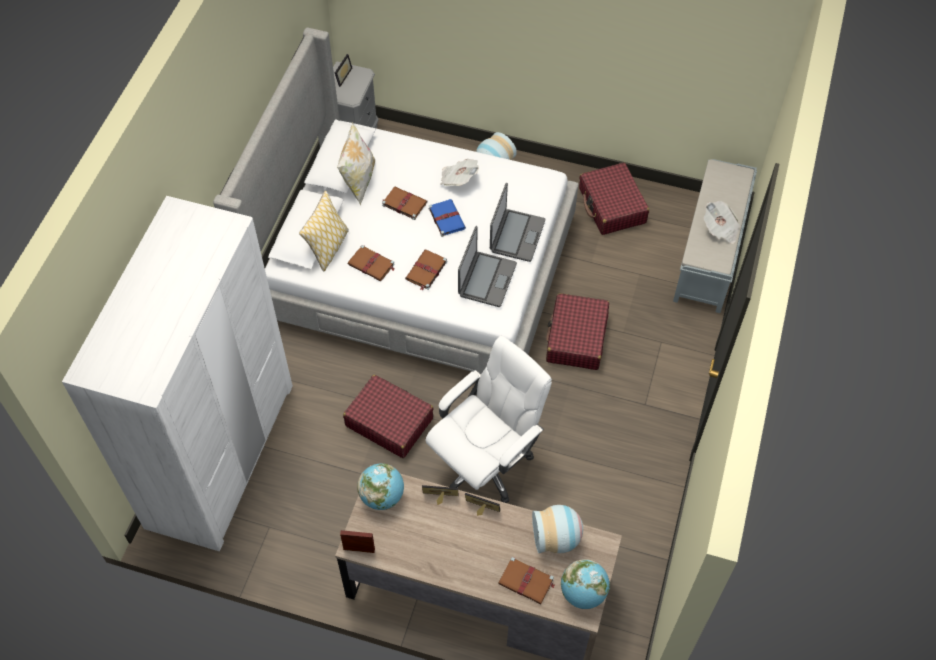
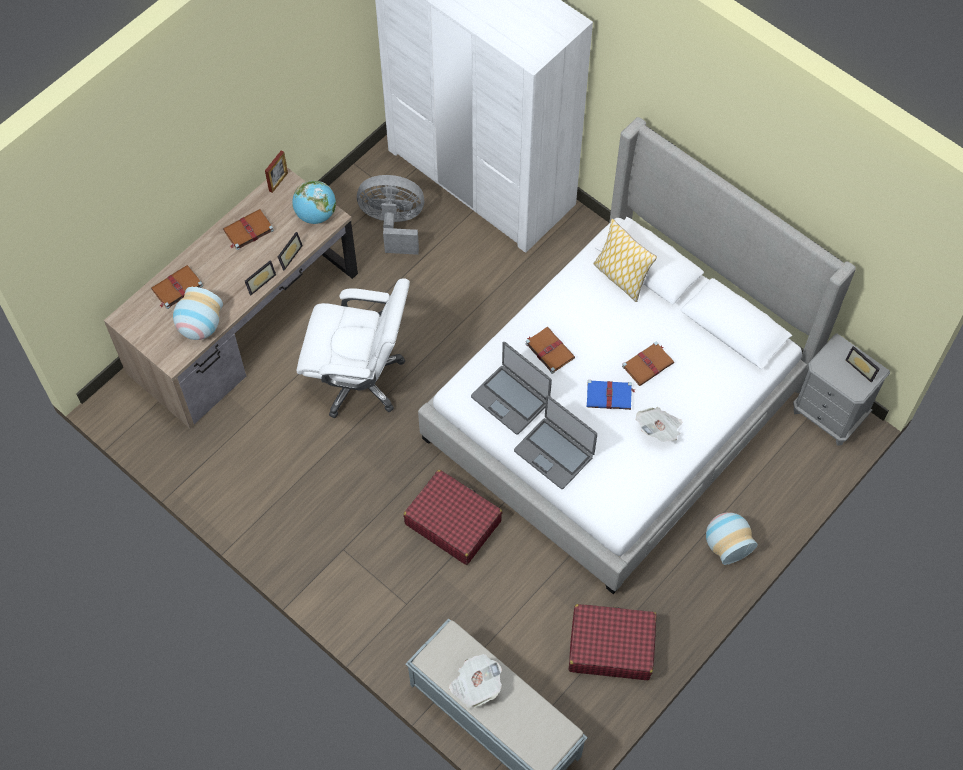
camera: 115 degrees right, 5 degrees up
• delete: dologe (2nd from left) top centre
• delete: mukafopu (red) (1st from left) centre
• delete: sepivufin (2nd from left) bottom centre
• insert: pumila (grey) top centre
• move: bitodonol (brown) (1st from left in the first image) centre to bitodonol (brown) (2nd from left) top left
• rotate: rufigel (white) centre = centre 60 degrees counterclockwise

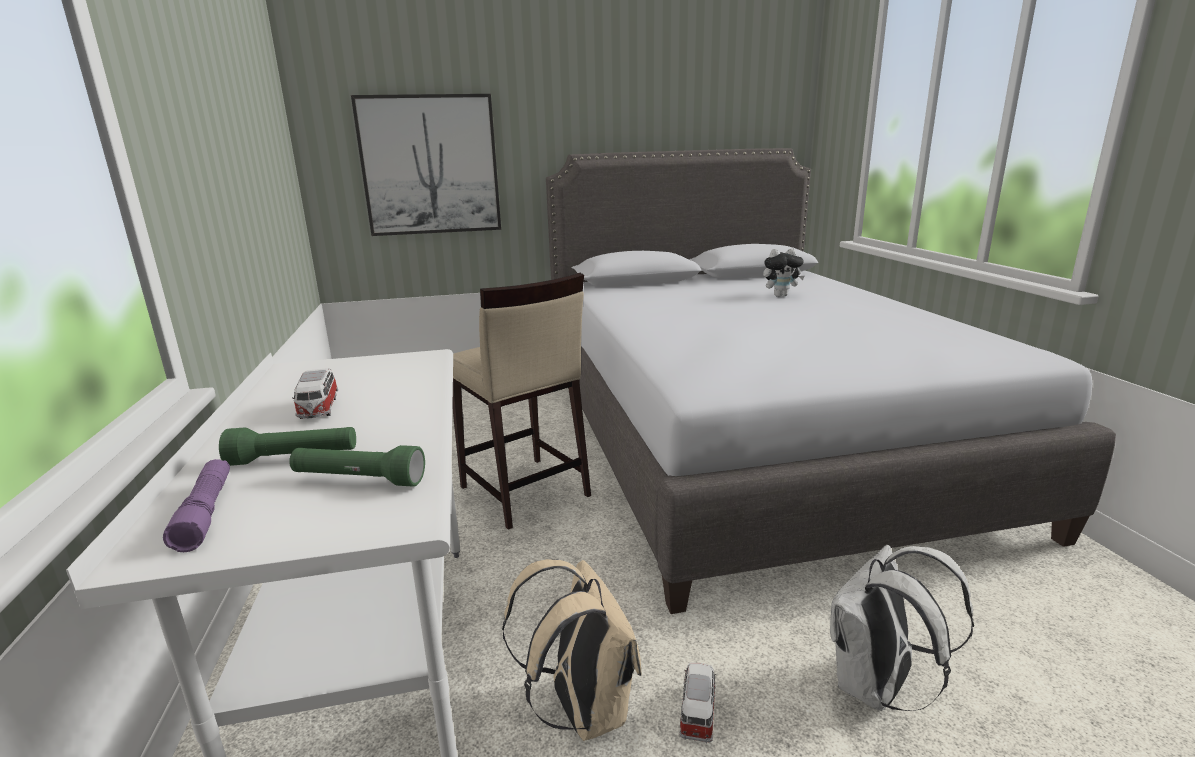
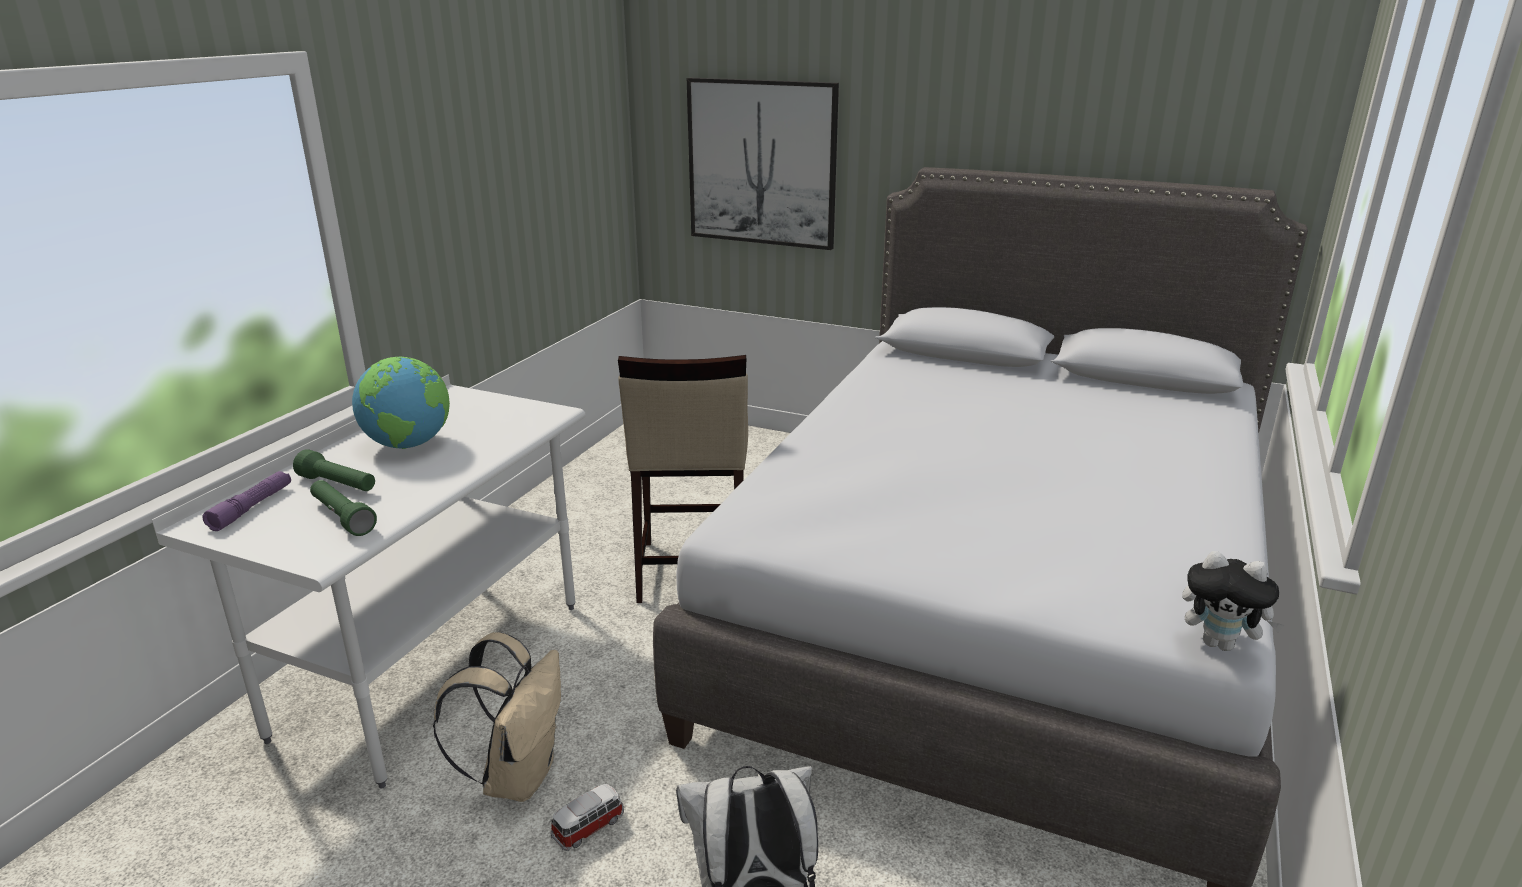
camera: 35 degrees right, 5 degrees up
• move: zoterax centre to bottom right
• replace: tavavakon (1st from left) middle left to sepivufin middle left

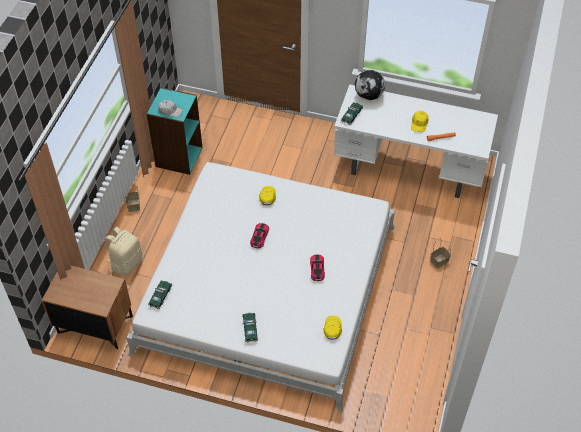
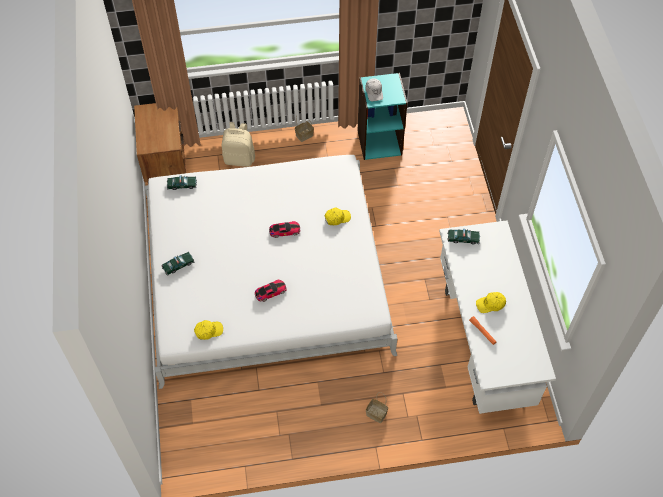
camera: 65 degrees right, 5 degrees up
• delete: sepivufin top centre

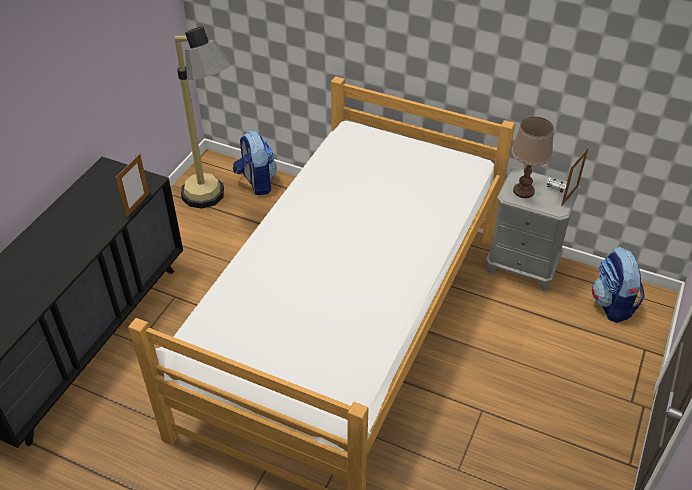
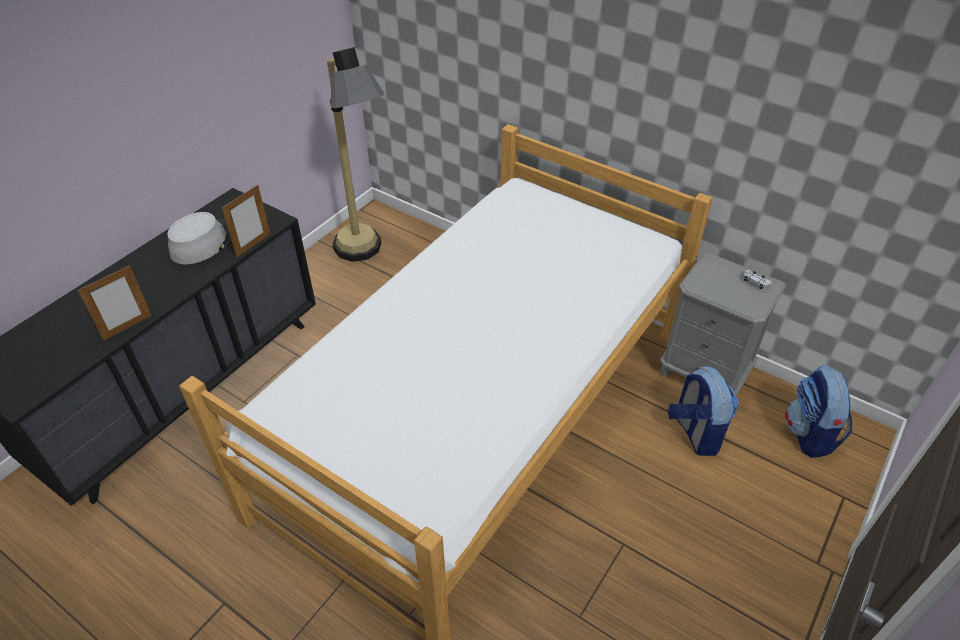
camera: 10 degrees right, 0 degrees up
• delete: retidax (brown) top right
• insert: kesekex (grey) middle left
• move: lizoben (1st from left) top centre to middle right
• move: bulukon (2nd from left in the first image) middle right to bulukon (1st from left) middle left

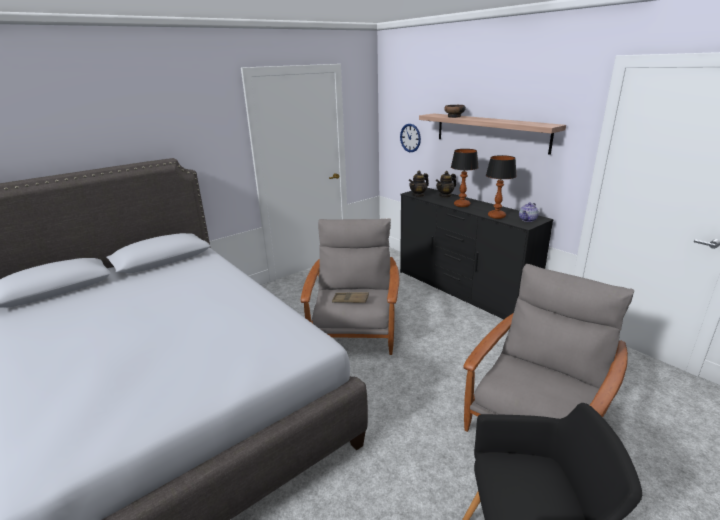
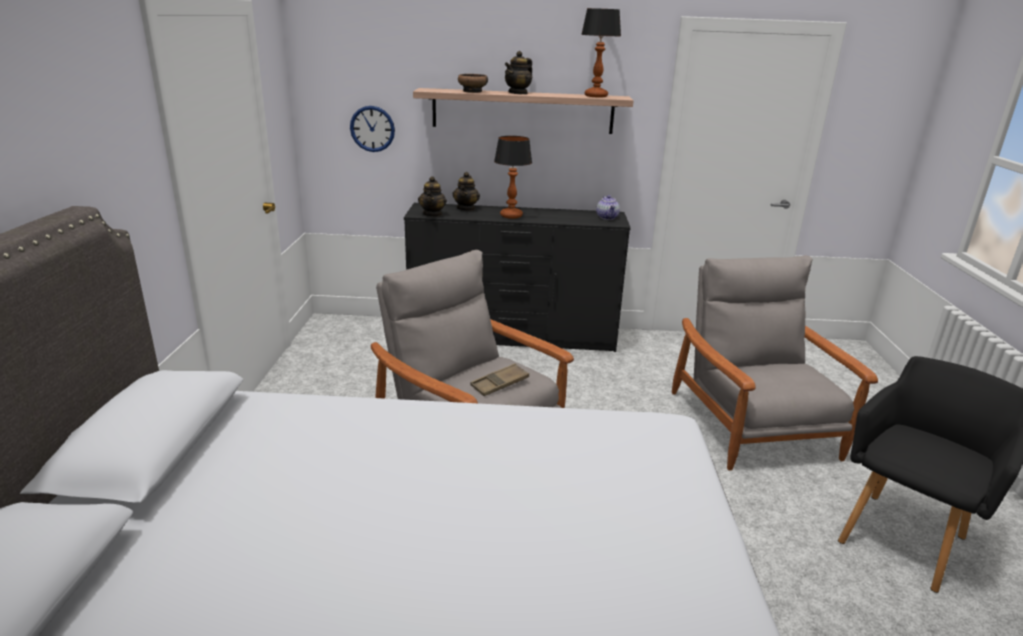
camera: 50 degrees left, 0 degrees up
• insert: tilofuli (3rd from left) top centre
• move: retidax (2nd from left) middle right to top centre

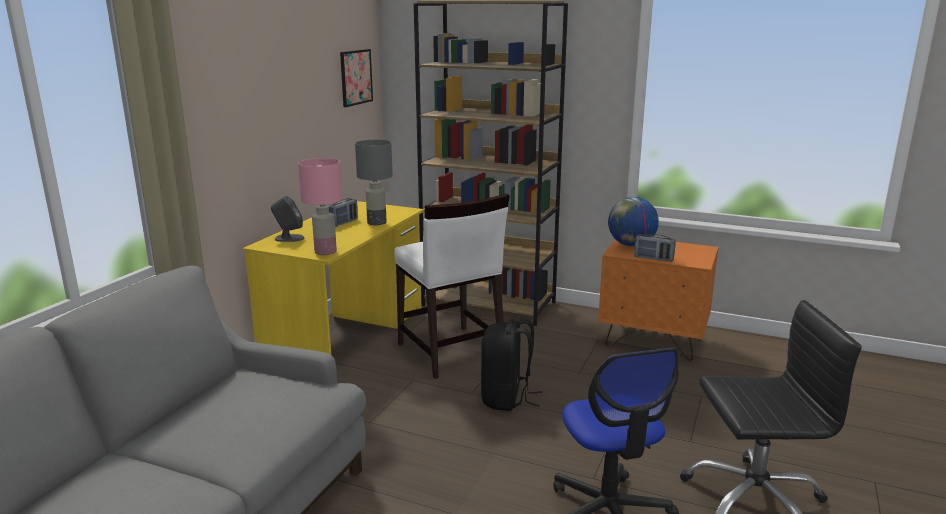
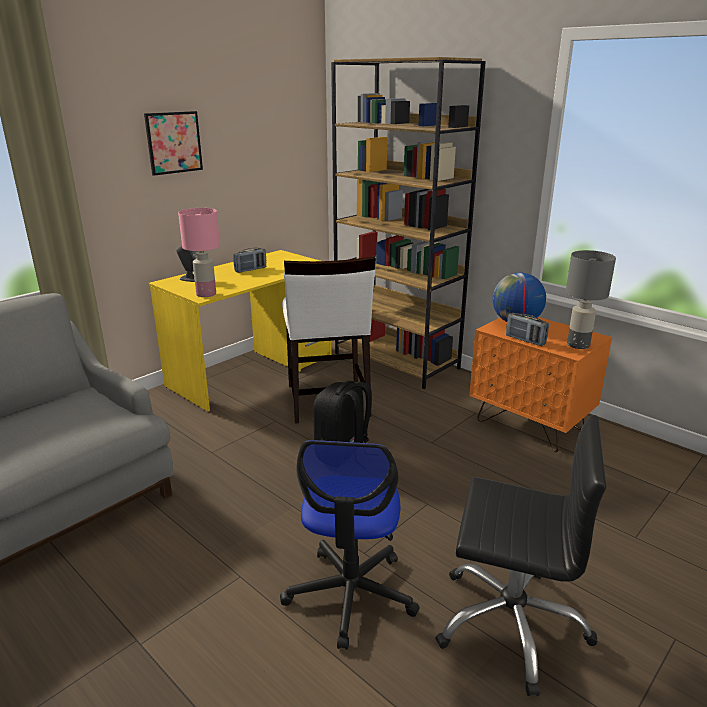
camera: 20 degrees right, 5 degrees up
• move: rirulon top centre to top left
• move: retidax (grey) centre to middle right

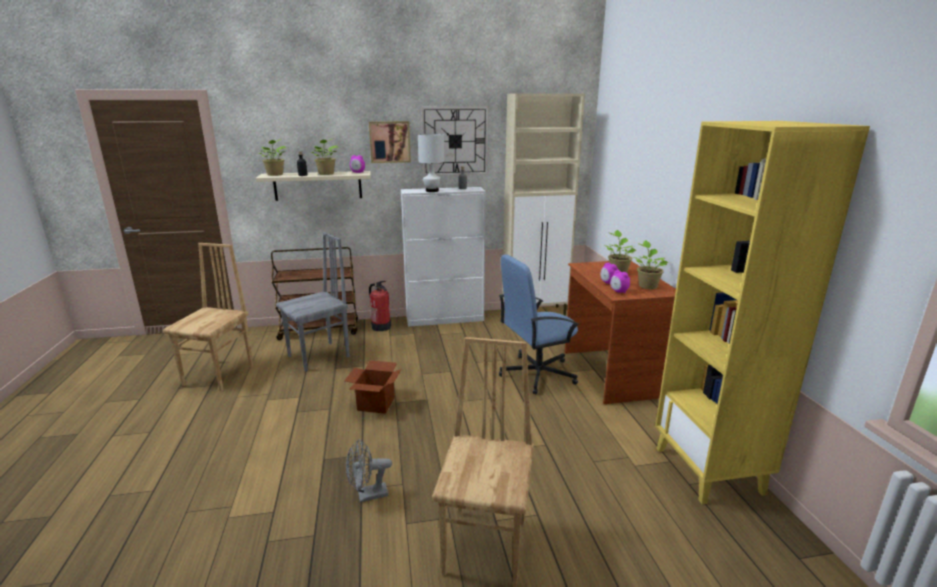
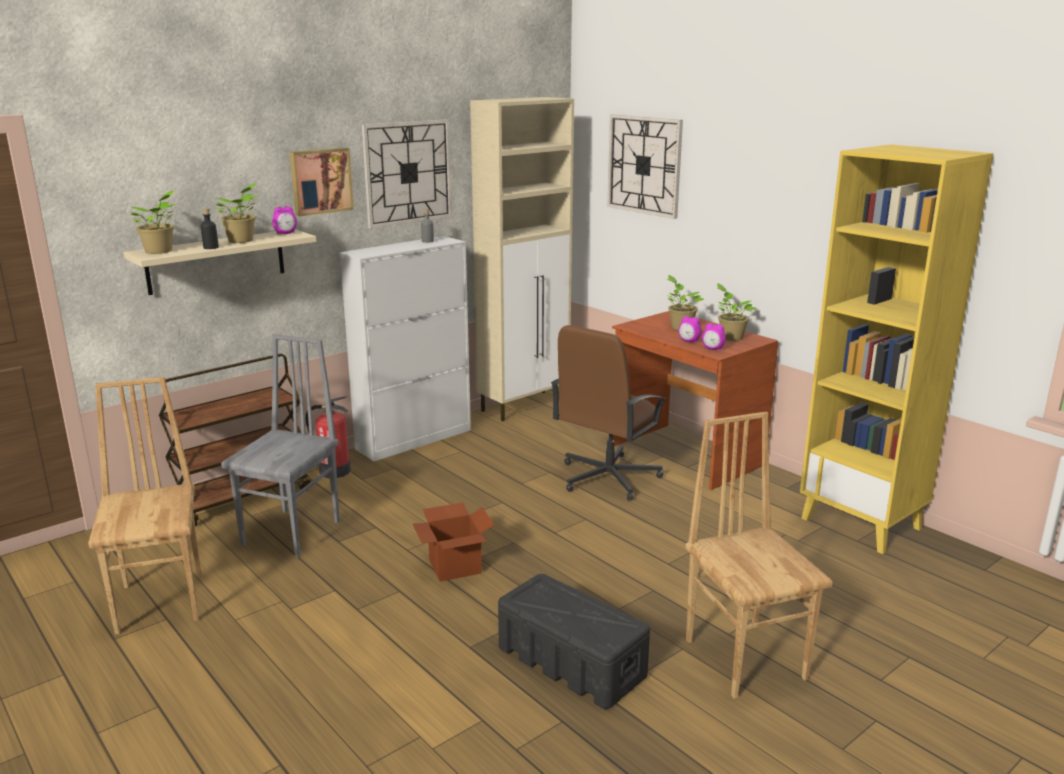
camera: 30 degrees left, 0 degrees up
• delete: retidax (white) top centre
• insert: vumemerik (2nd from left) top centre
• replace: pumila (grey) bottom centre to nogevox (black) bottom centre
• recolor: rufigel (blue) centre to rufigel (brown) centre

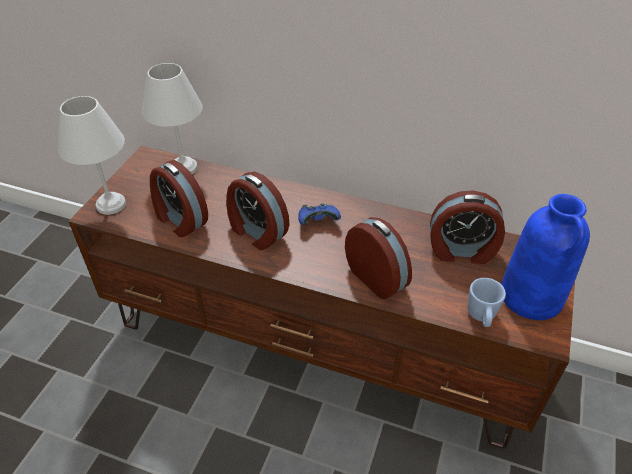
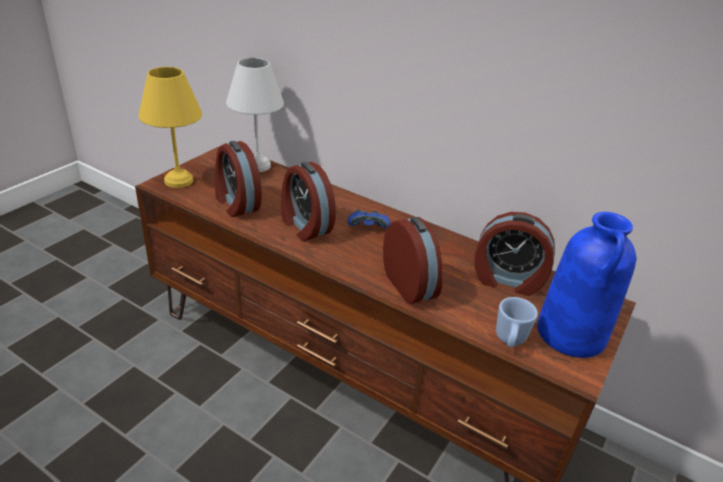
camera: 10 degrees right, 10 degrees down
• recolor: retidax (white) (1st from left) top left to retidax (yellow) top left

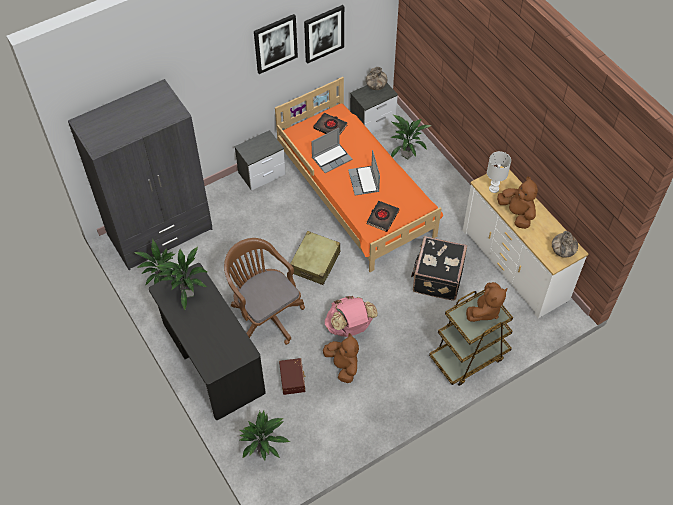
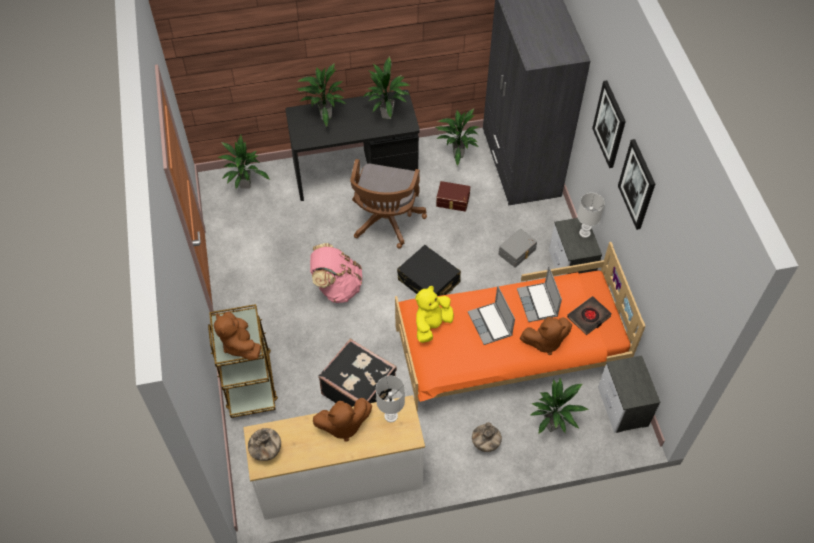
camera: 110 degrees right, 0 degrees up
• insert: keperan (2nd from left) top centre
• insert: nogevox (grey) centre
• insert: retidax (white) (2nd from left) middle right
• move: nogevox (brown) bottom centre to centre
• move: rirulon (2nd from left in the first image) top centre to rirulon (1st from left) top right
• move: zoterax (brown) (1st from left in the first image) bottom centre to zoterax (brown) (3rd from left) middle right
• move: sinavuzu (1st from left in the first image) top centre to sinavuzu (2nd from left) bottom centre
• replace: bitodonol (black) (2nd from left) centre to zoterax (yellow) centre
• recolor: mukafopu (beige) centre to mukafopu (black) (2nd from left) centre
• rotate: rufigel (brown) centre = centre 120 degrees clockwise
• rotate: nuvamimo (2nd from left in the first image) centre = centre 120 degrees counterclockwise

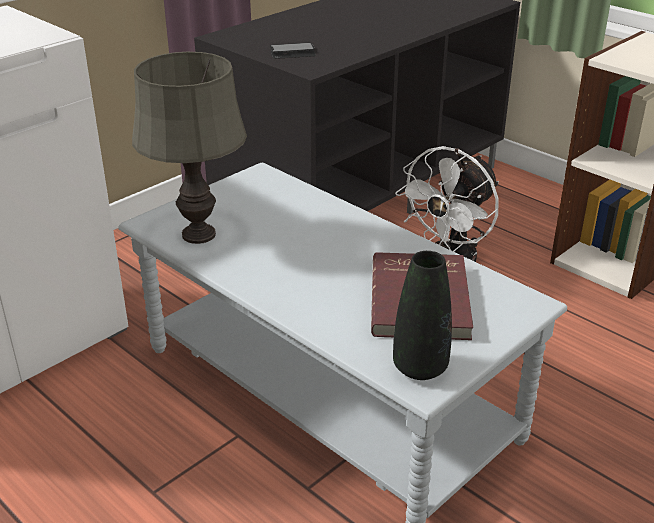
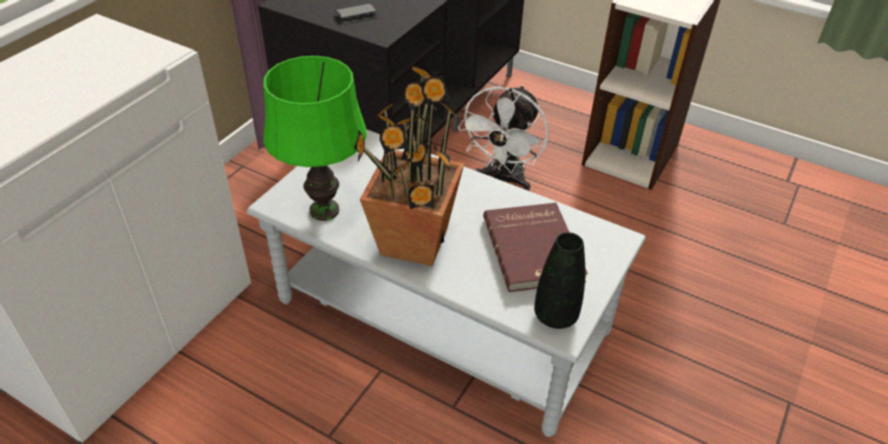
camera: 15 degrees left, 10 degrees up
• insert: keperan centre
• recolor: retidax (grey) top left to retidax (green) top centre

